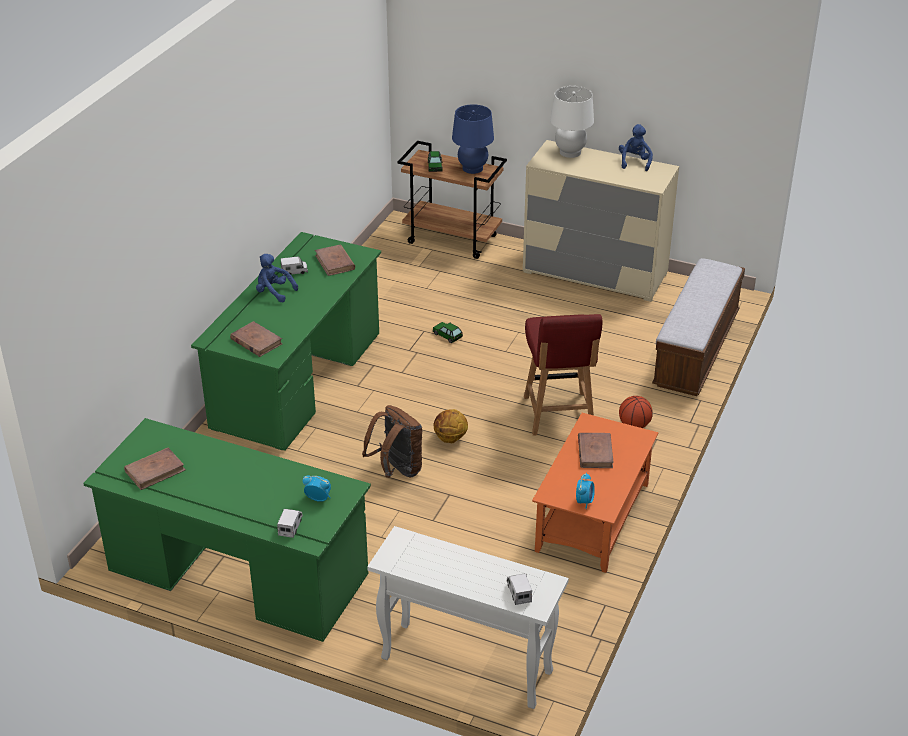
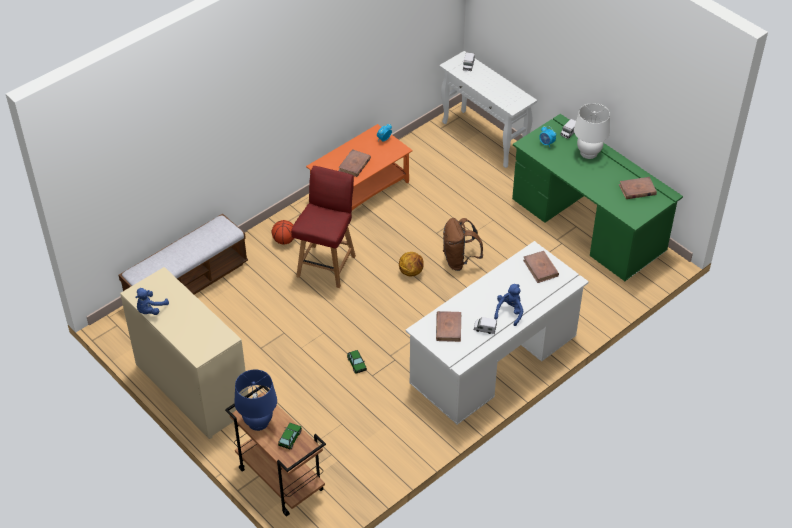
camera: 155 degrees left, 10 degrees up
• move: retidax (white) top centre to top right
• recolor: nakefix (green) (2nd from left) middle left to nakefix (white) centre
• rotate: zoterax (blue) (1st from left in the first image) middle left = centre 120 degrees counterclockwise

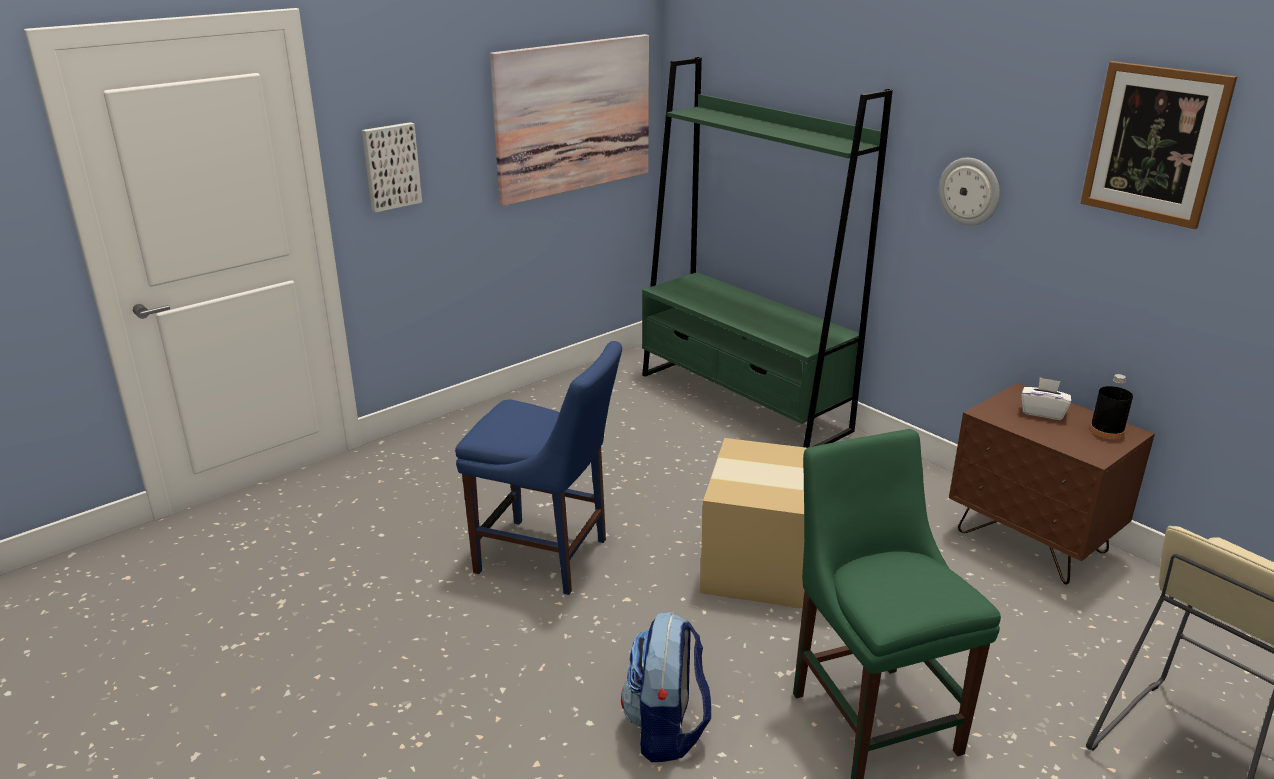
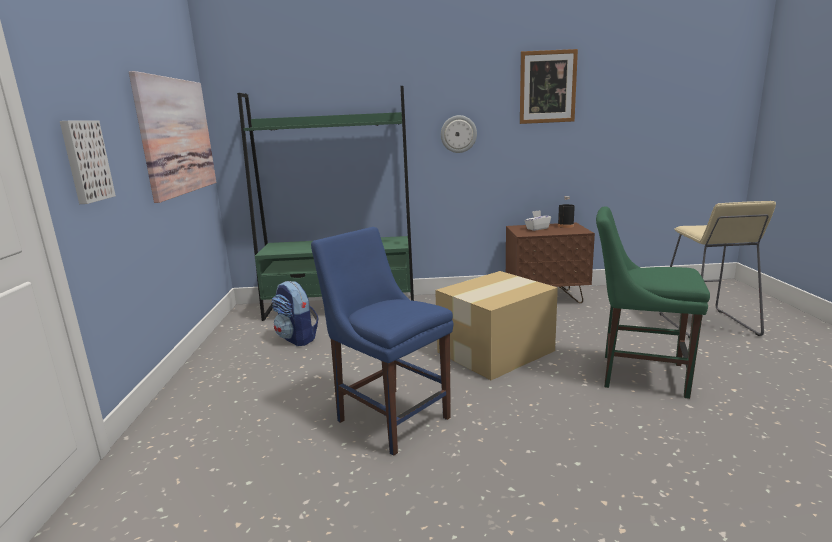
camera: 50 degrees left, 10 degrees down
• move: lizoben bottom centre to centre
• rotate: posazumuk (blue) centre = centre 105 degrees counterclockwise

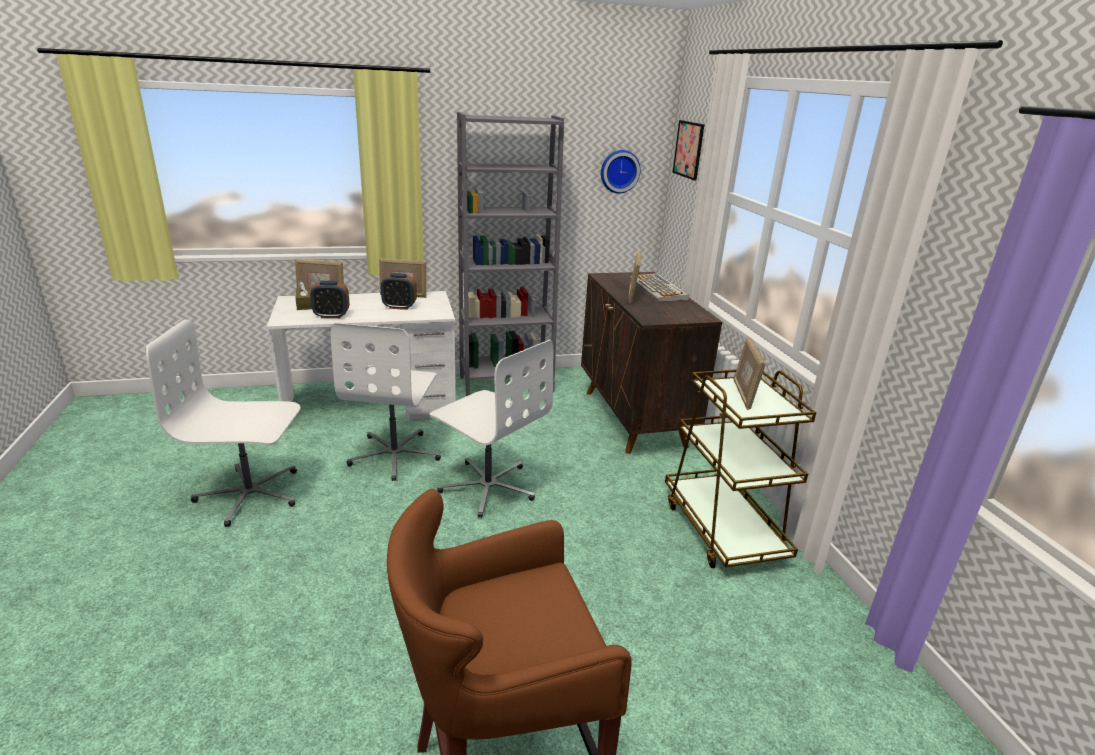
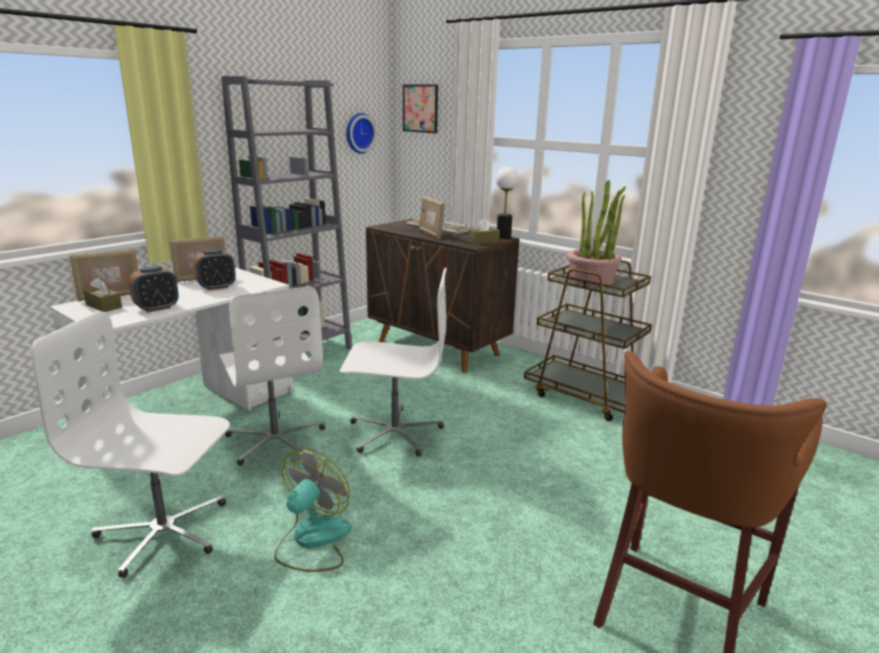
camera: 35 degrees left, 5 degrees down
• insert: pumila bottom centre
• insert: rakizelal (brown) (2nd from left) centre
• insert: retidax top centre
• replace: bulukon (4th from left) middle right to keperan middle right
• rotate: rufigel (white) (1st from left) middle left = bottom left 45 degrees clockwise

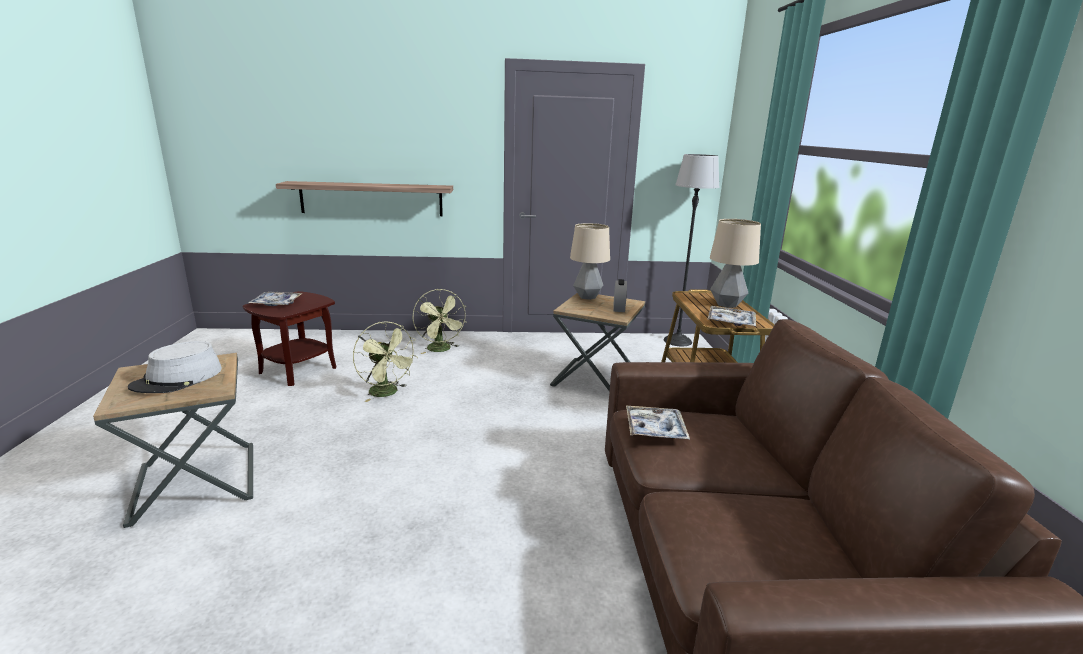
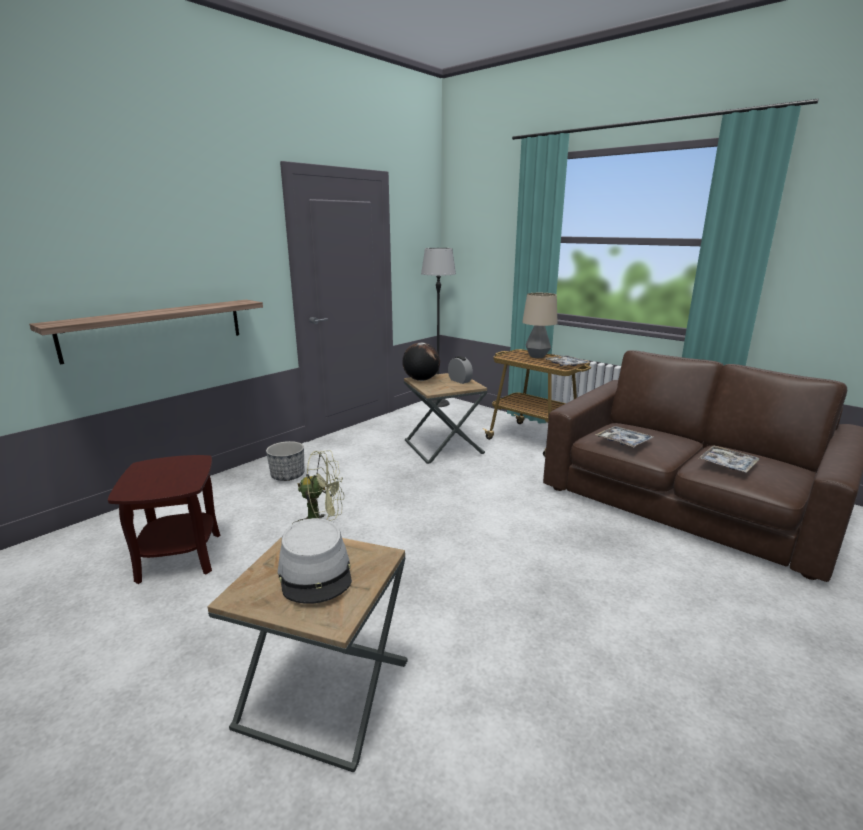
camera: 45 degrees left, 0 degrees up
• move: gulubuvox (1st from left in the first image) middle left to gulubuvox (3rd from left) middle right
• replace: pumila (green) (2nd from left) centre to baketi middle left
• replace: retidax (1st from left) centre to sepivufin centre

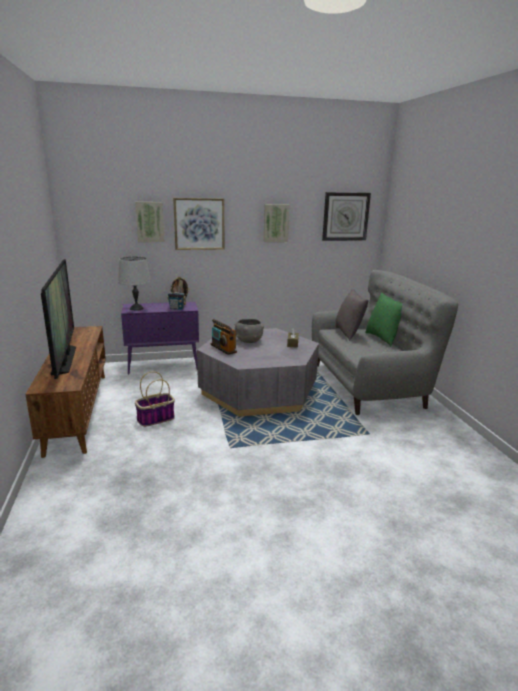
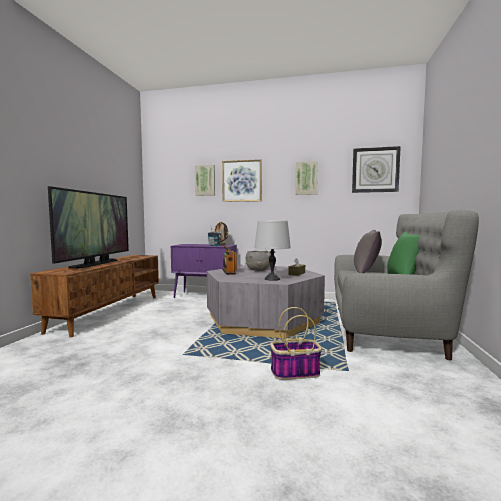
camera: 25 degrees right, 15 degrees down
• move: retidax (grey) middle left to centre
• move: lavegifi middle left to bottom centre

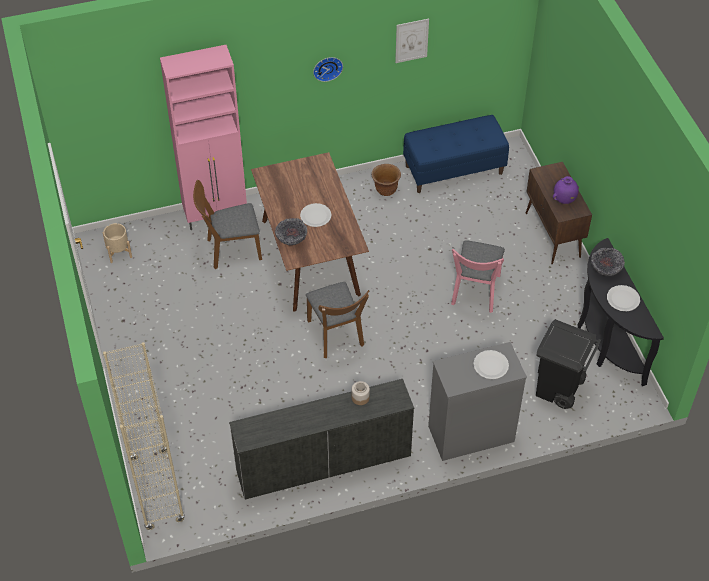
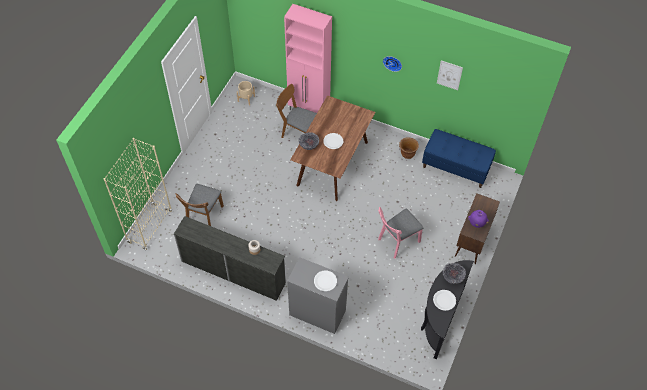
camera: 40 degrees right, 5 degrees up
• delete: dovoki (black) middle right
• move: posazumuk (brown) (2nd from left in the first image) centre to posazumuk (brown) (1st from left) middle left

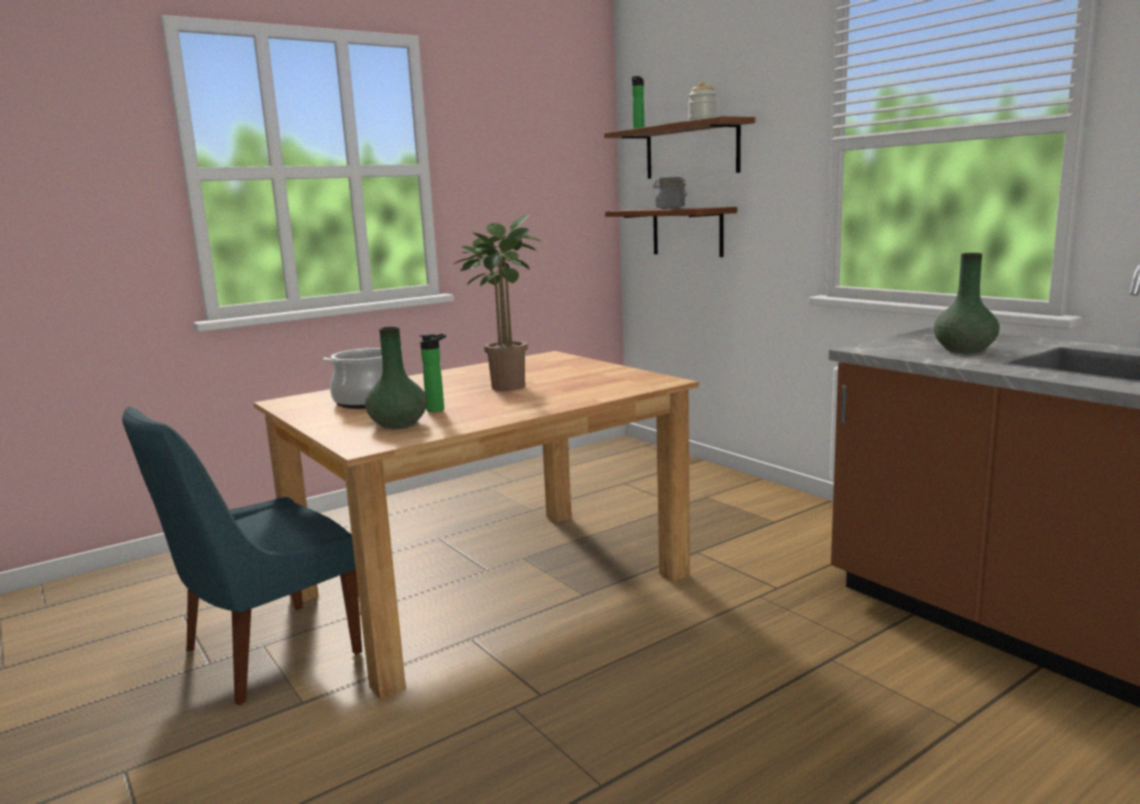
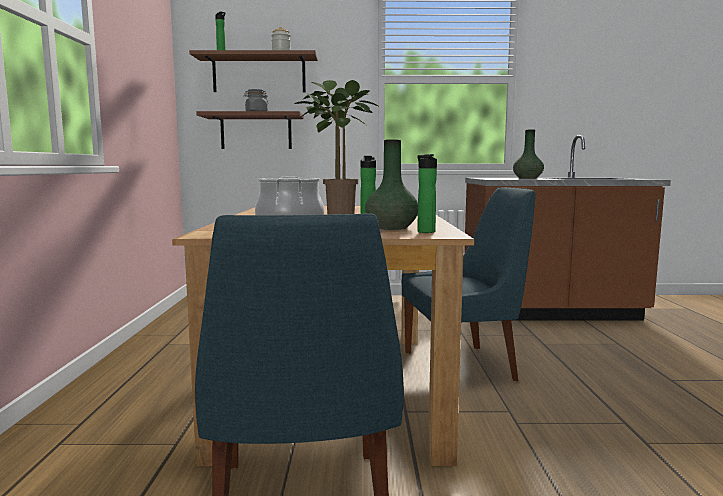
camera: 55 degrees left, 5 degrees down
• insert: posazumuk (blue) (2nd from left) centre
• insert: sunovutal (3rd from left) centre

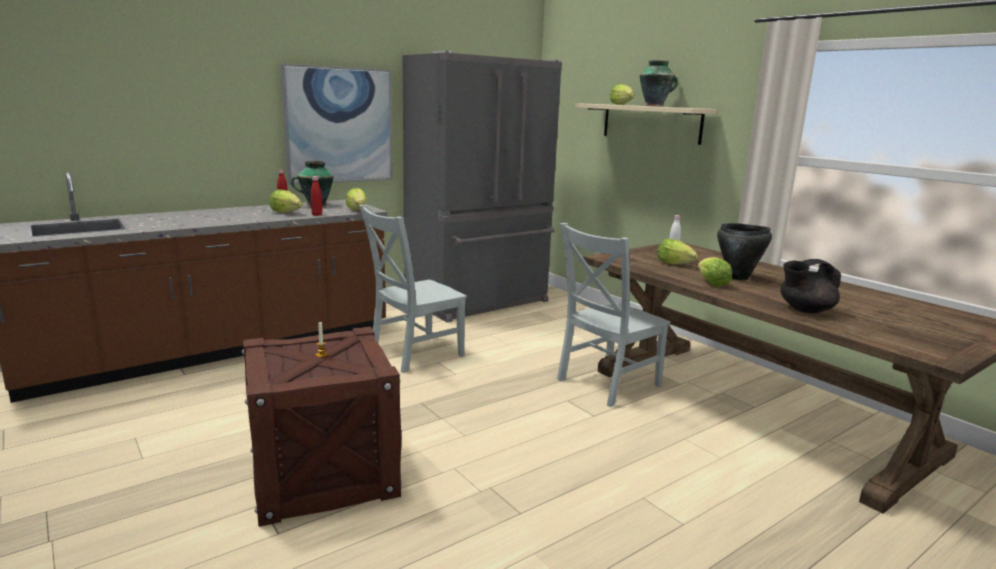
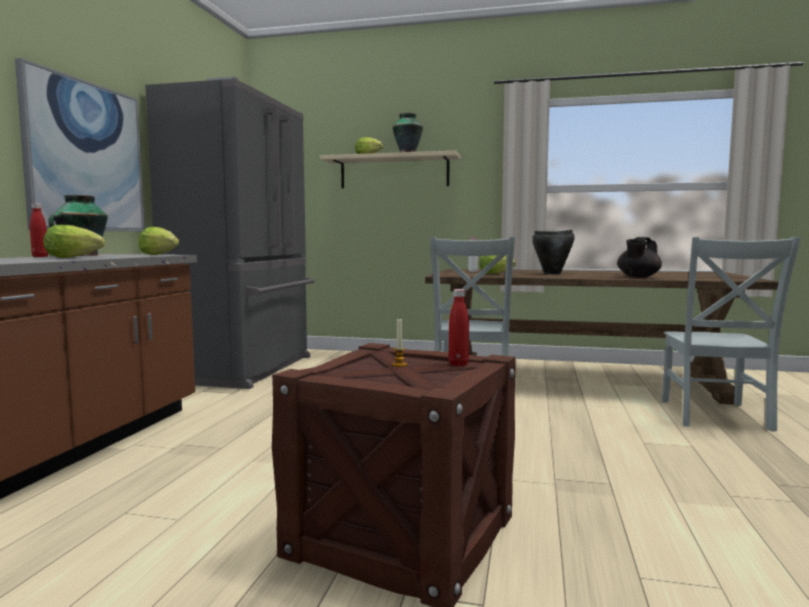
camera: 40 degrees left, 10 degrees down
• delete: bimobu (5th from left) middle right
• move: sunovutal (red) (2nd from left) middle left to centre
• move: posazumuk (grey) (1st from left in the first image) centre to posazumuk (grey) (2nd from left) middle right

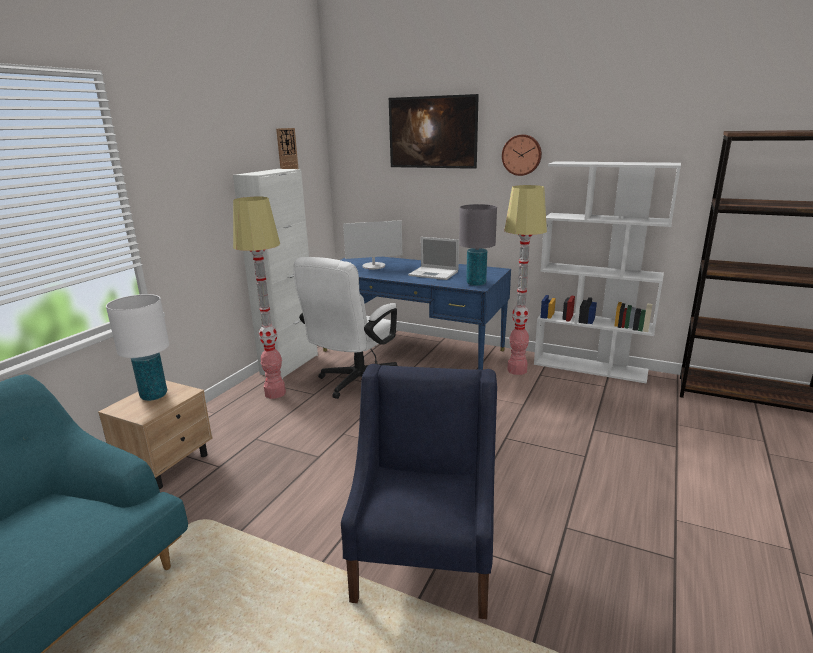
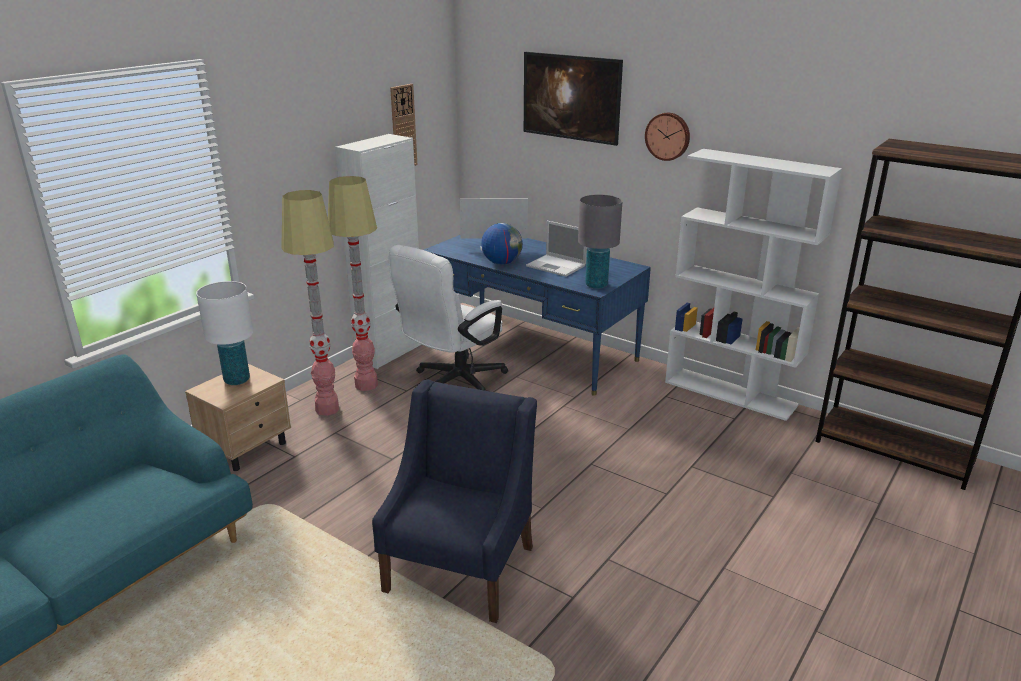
camera: 10 degrees right, 5 degrees up
• insert: sepivufin centre
• move: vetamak (2nd from left in the first image) centre to vetamak (1st from left) middle left

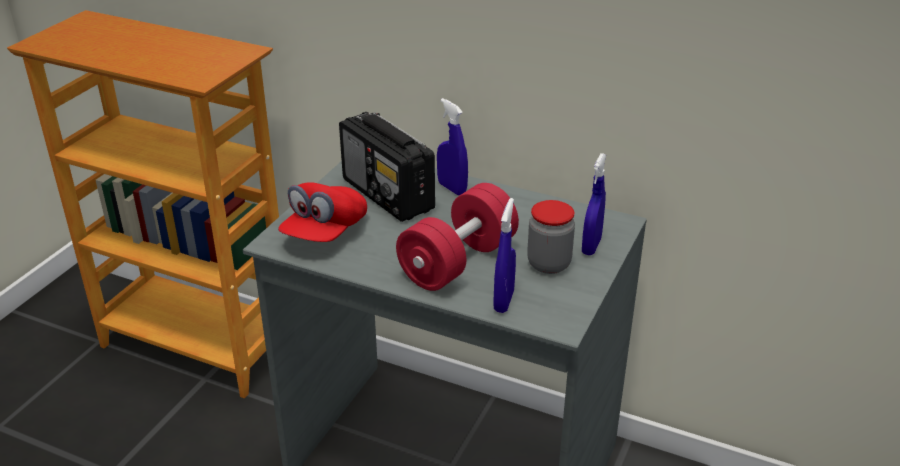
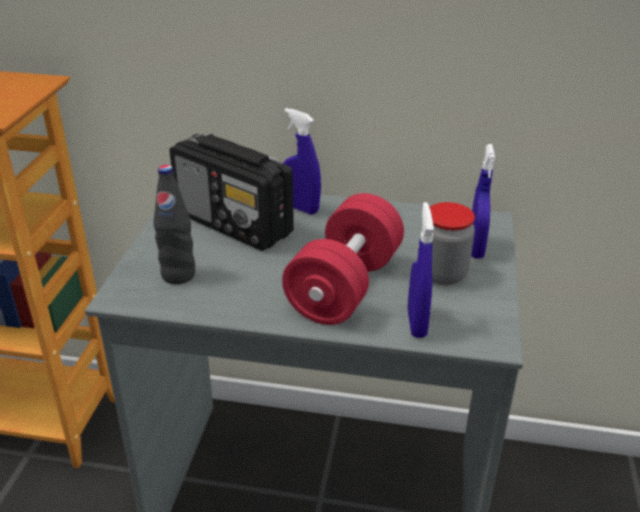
camera: 15 degrees left, 0 degrees up
• replace: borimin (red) centre to sunovutal (black) middle left

